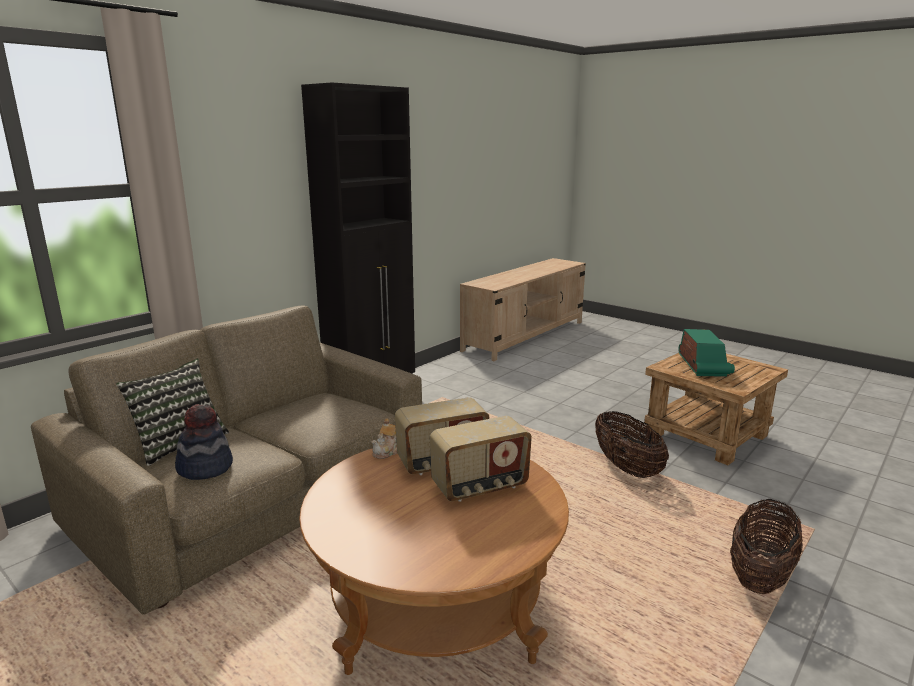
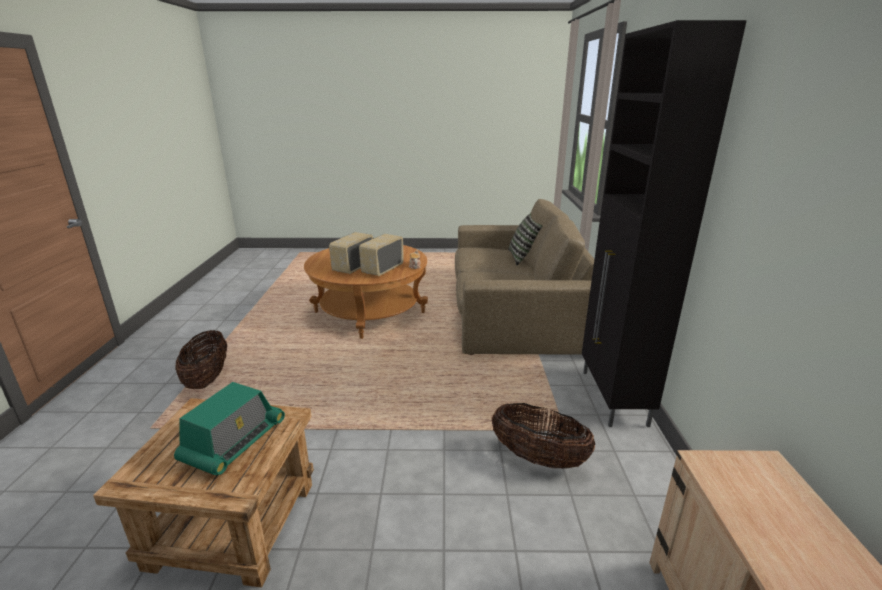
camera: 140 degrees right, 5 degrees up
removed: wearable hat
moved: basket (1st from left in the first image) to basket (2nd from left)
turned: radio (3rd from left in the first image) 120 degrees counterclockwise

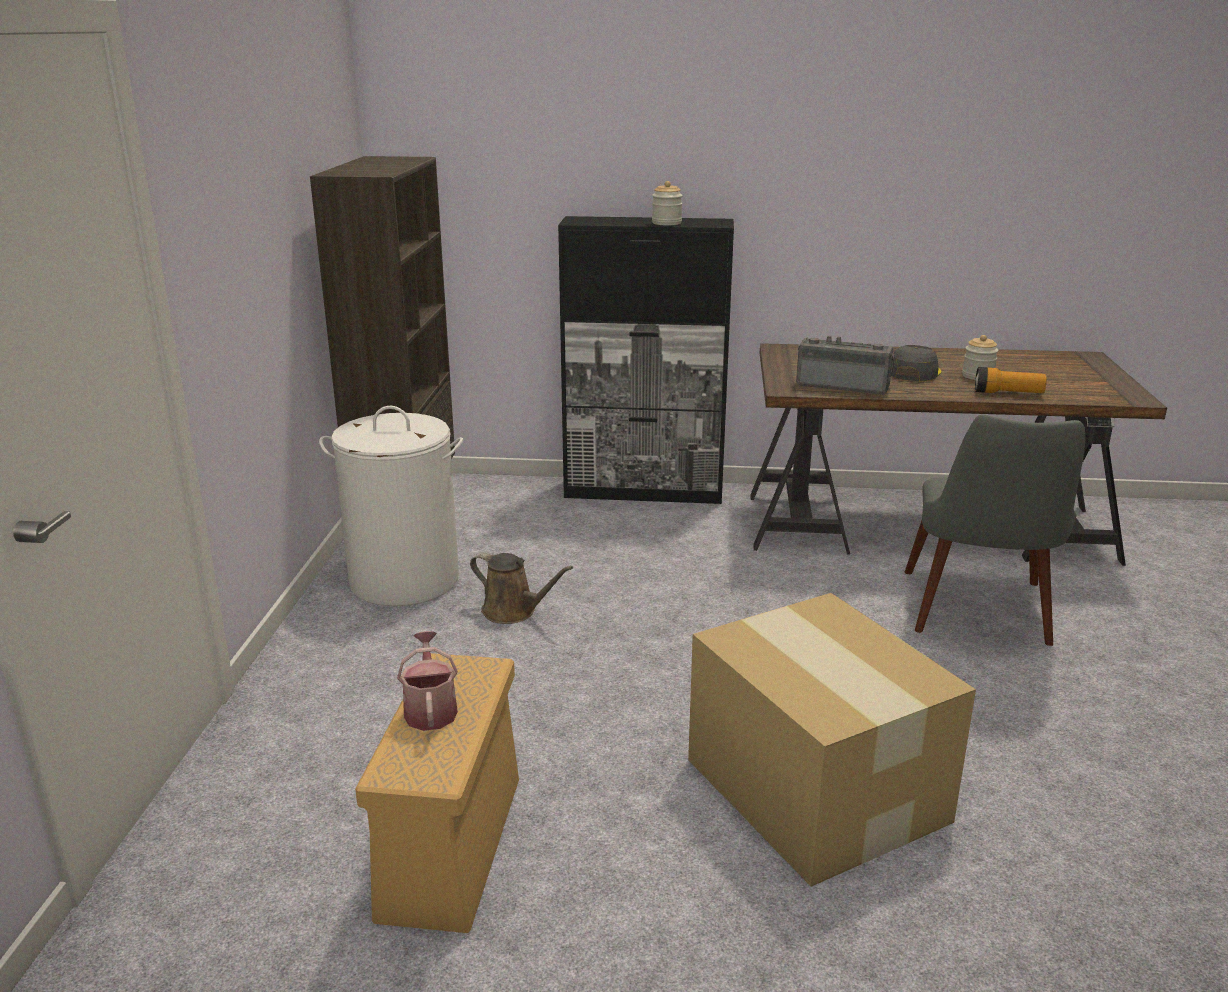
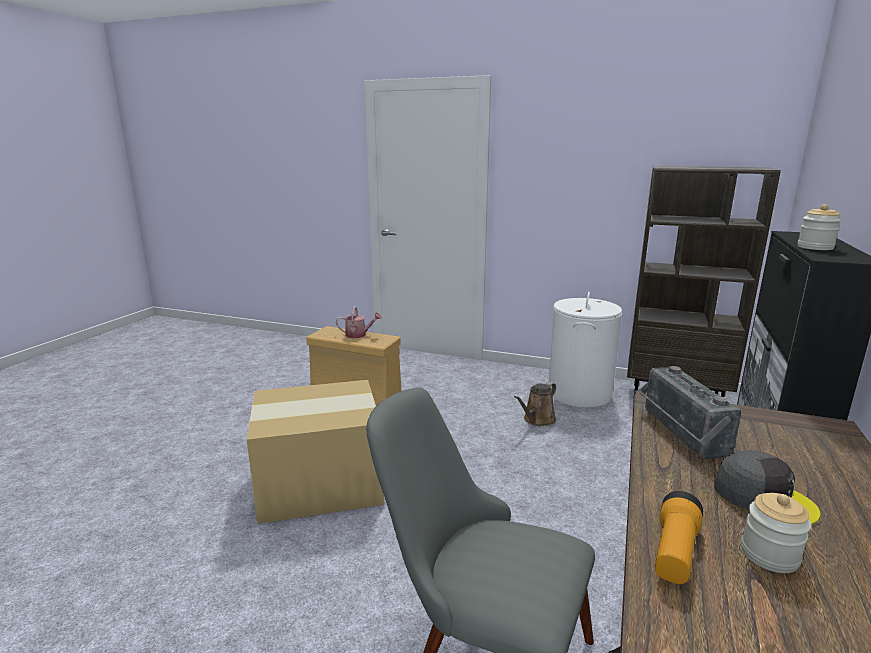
camera: 105 degrees right, 5 degrees down
turned: radio 135 degrees clockwise

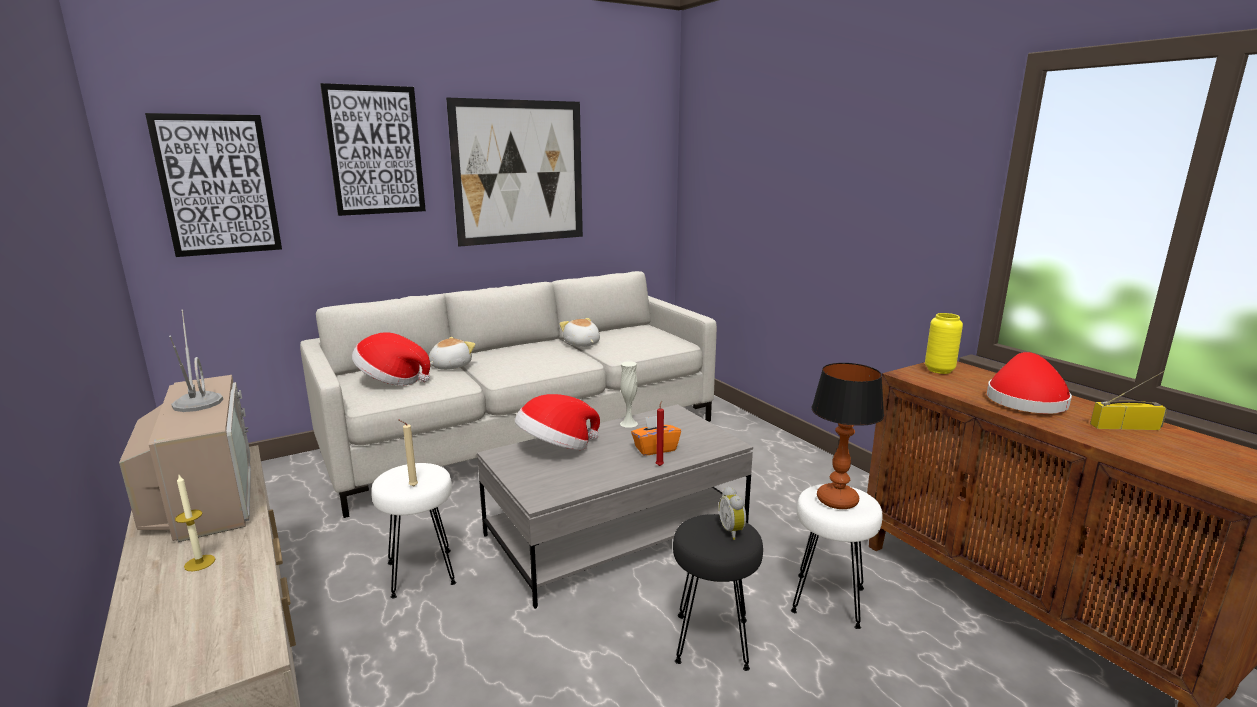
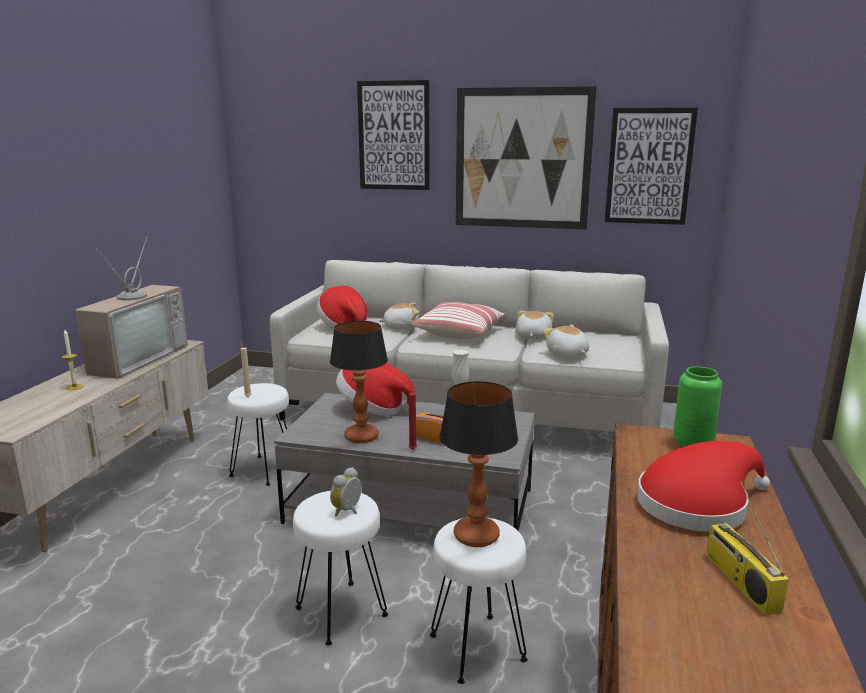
camera: 45 degrees right, 0 degrees up
added: cushion; tabletop lamp (1st from left); soft toy (3rd from left)
moved: wall art (1st from left in the first image) to wall art (3rd from left)
recoloured: decorative vase in yellowish to decorative vase in green; stool in black to stool in white-coloured (2nd from left)
turned: radio 150 degrees counterclockwise

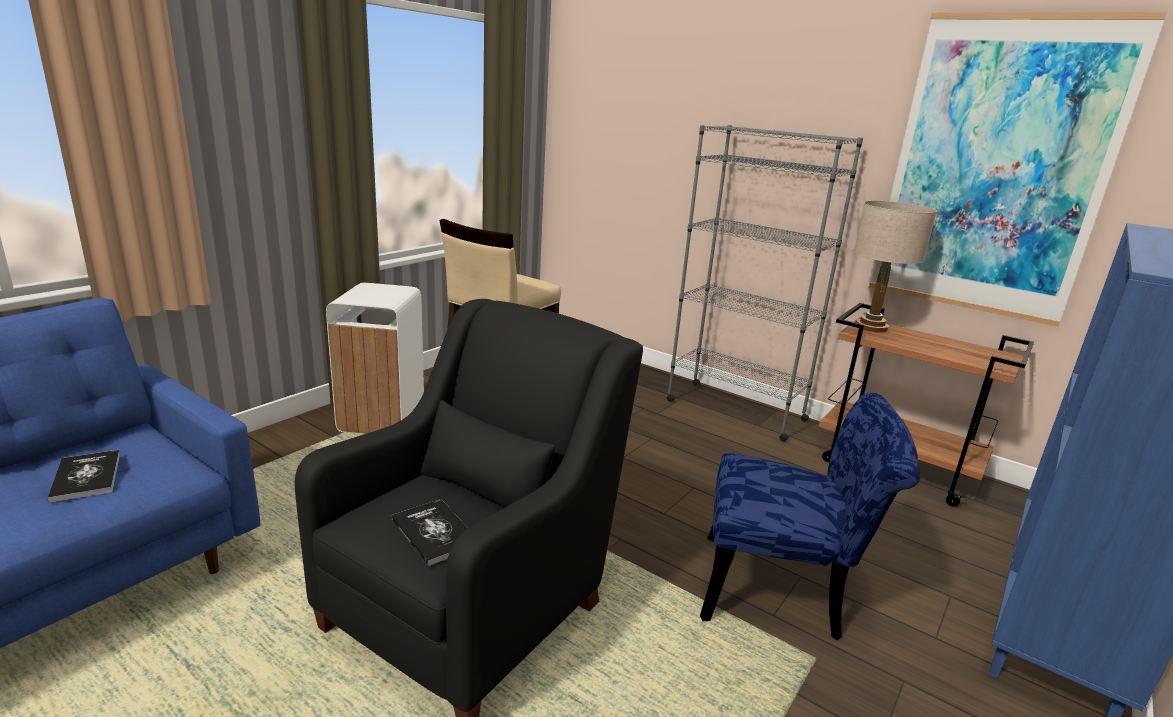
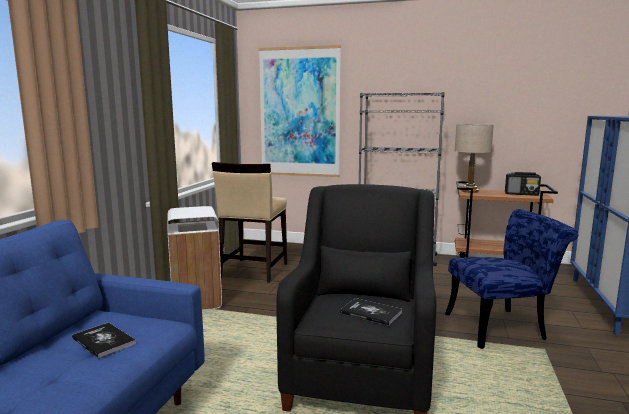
camera: 20 degrees left, 10 degrees down
added: radio
moved: wall art

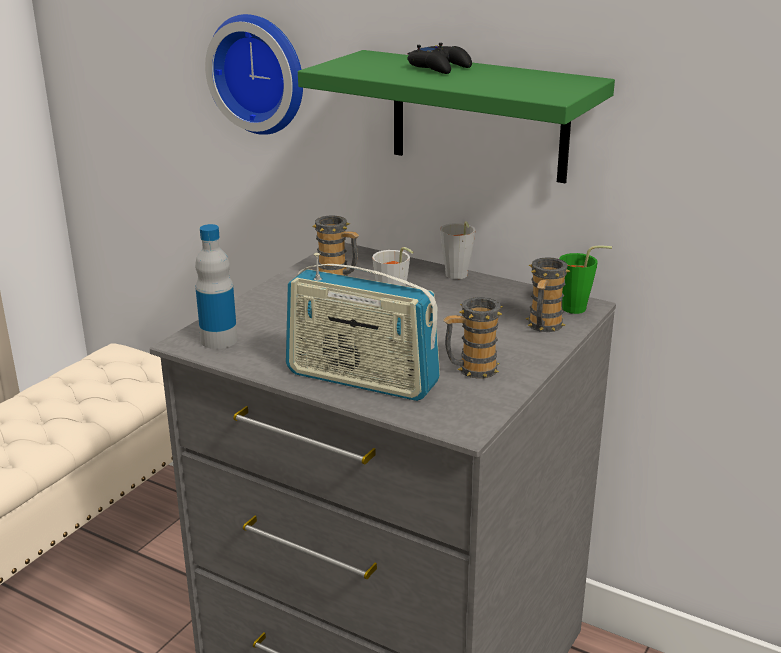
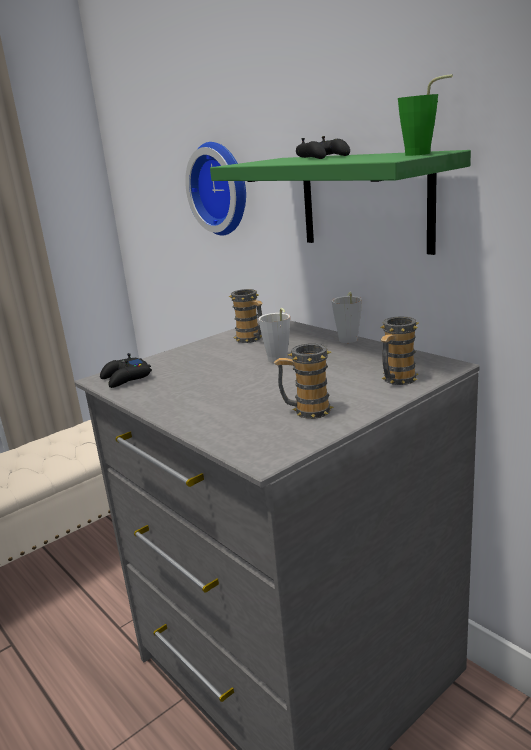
camera: 20 degrees right, 5 degrees down
removed: radio
moved: small cup in green
replaced: drink bottle to joypad in black (1st from left)

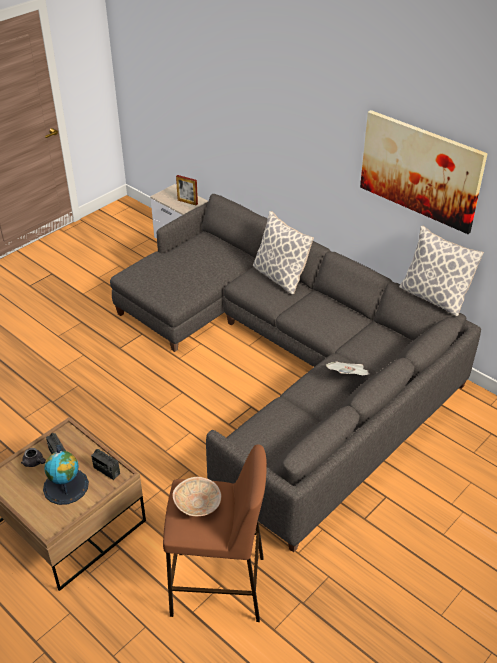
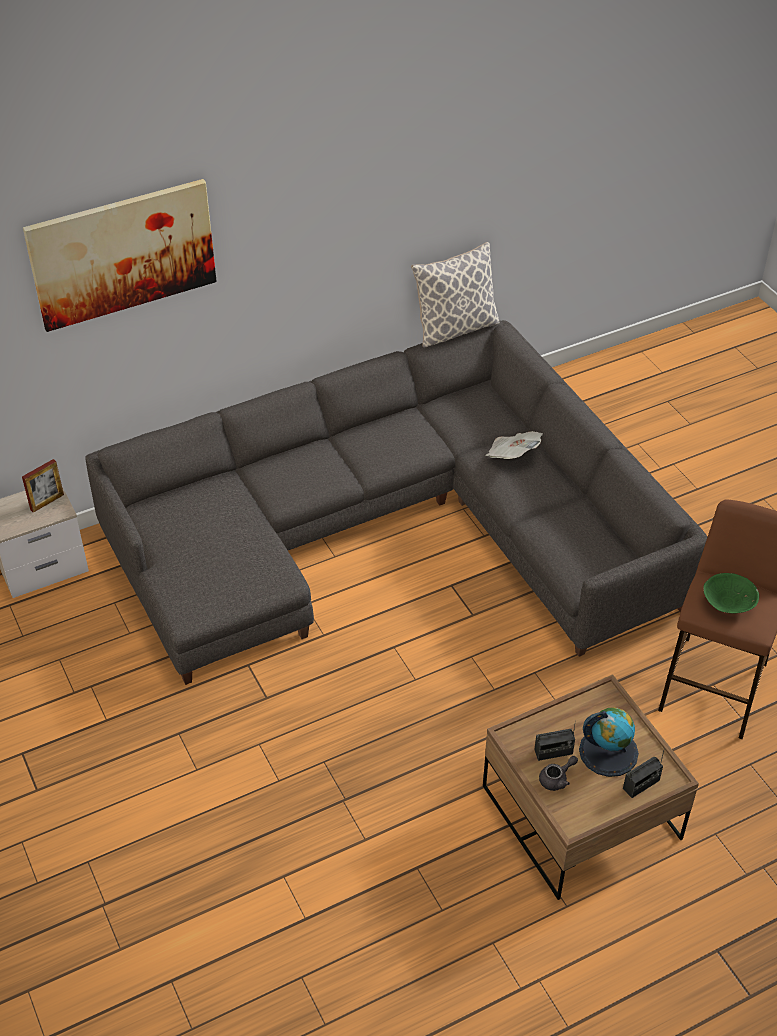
camera: 70 degrees left, 5 degrees up
removed: cushion (1st from left)
moved: wall art; radio (2nd from left)
recoloured: bowl in sand-coloured to bowl in green

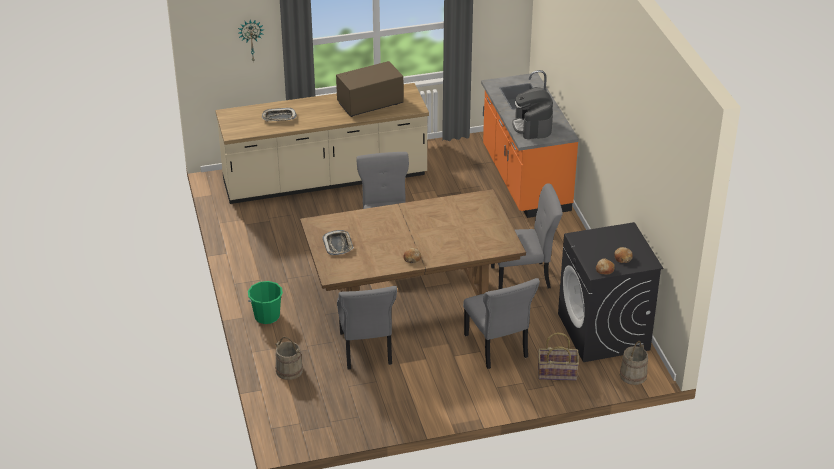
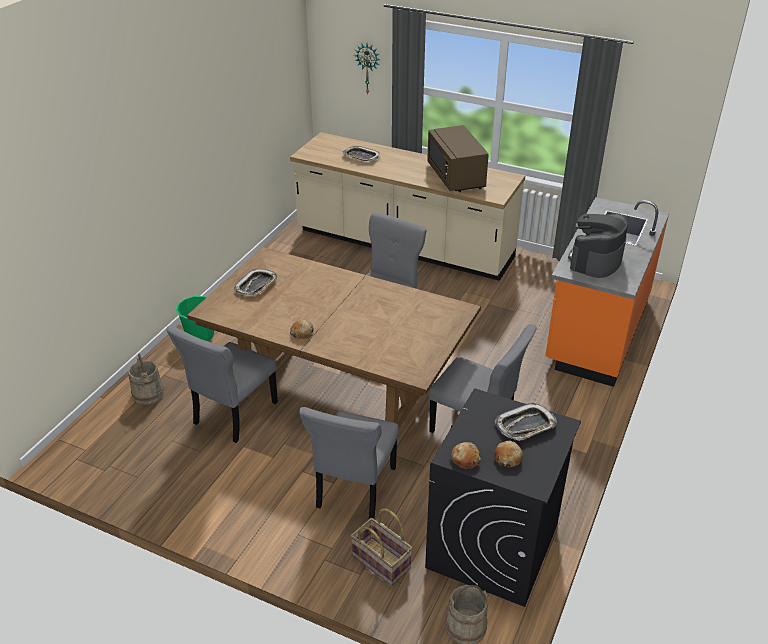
camera: 40 degrees right, 0 degrees up
added: carrying tray (3rd from left)
turned: microwave oven in brown-coloured 120 degrees counterclockwise

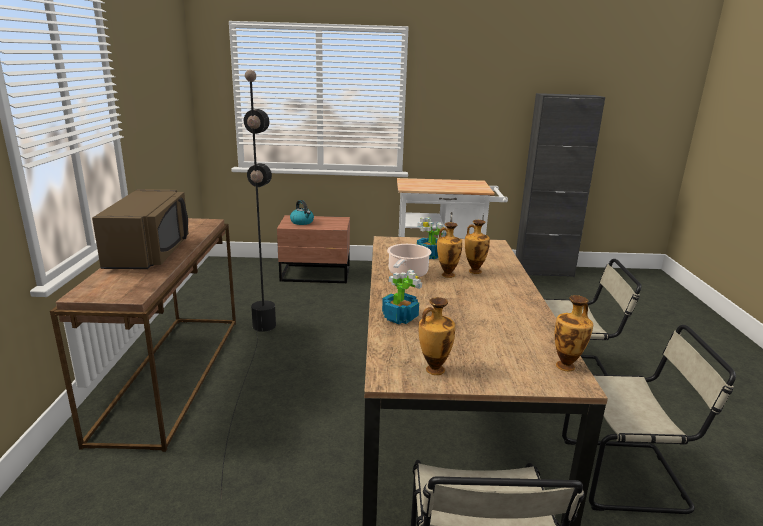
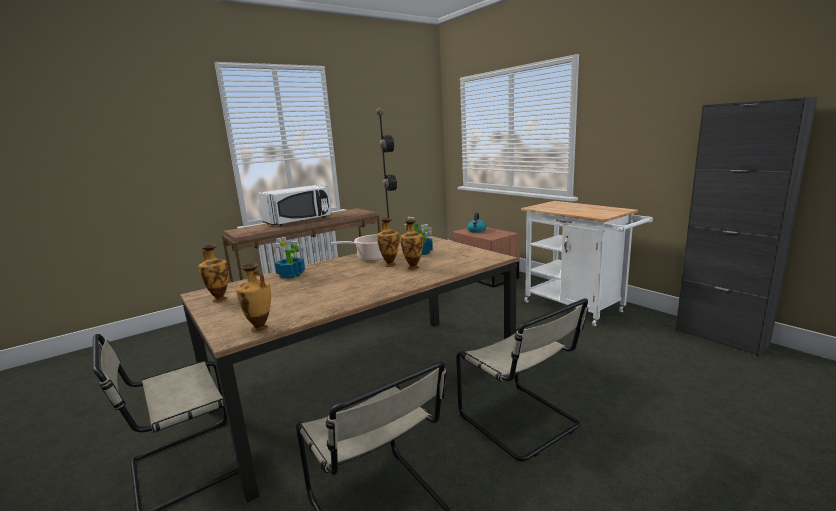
camera: 55 degrees right, 5 degrees down
recoloured: microwave oven in brown-coloured to microwave oven in white-coloured

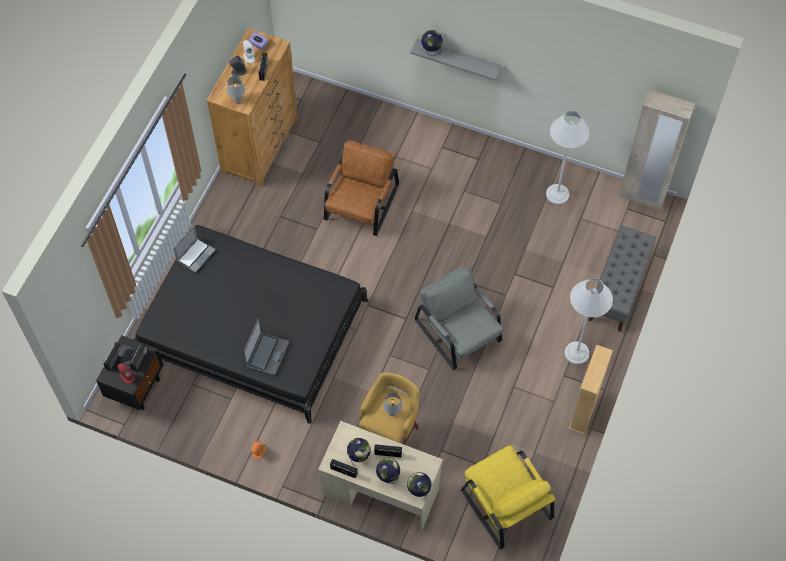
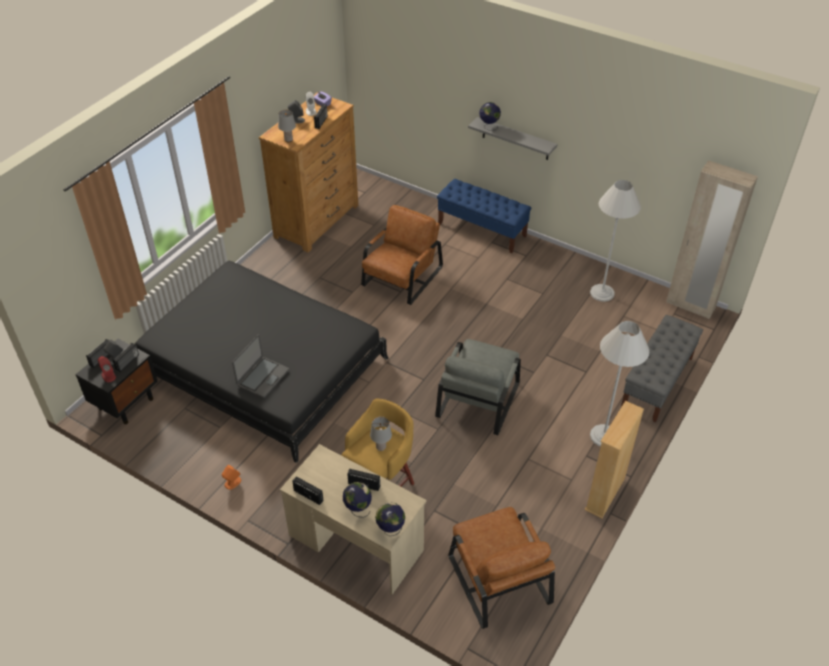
camera: 10 degrees right, 15 degrees down
removed: notebook computer (1st from left); world globe (1st from left)
added: bench in bluish
recoloured: lounge chair in yellowish to lounge chair in brown-coloured (2nd from left)
turned: lounge chair in grey 135 degrees counterclockwise

